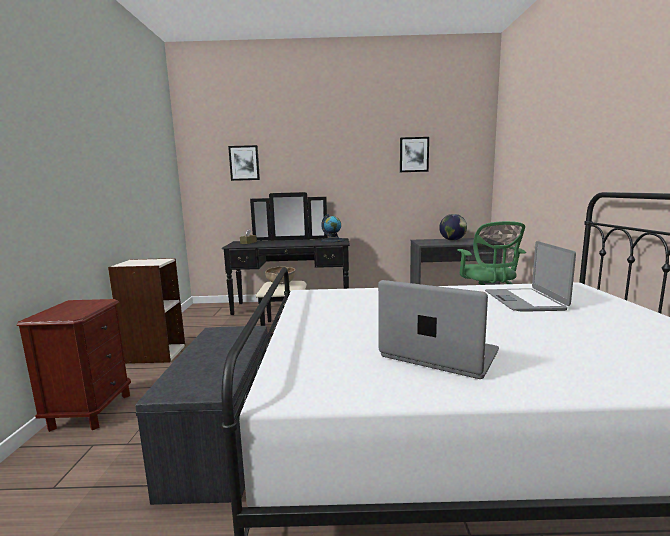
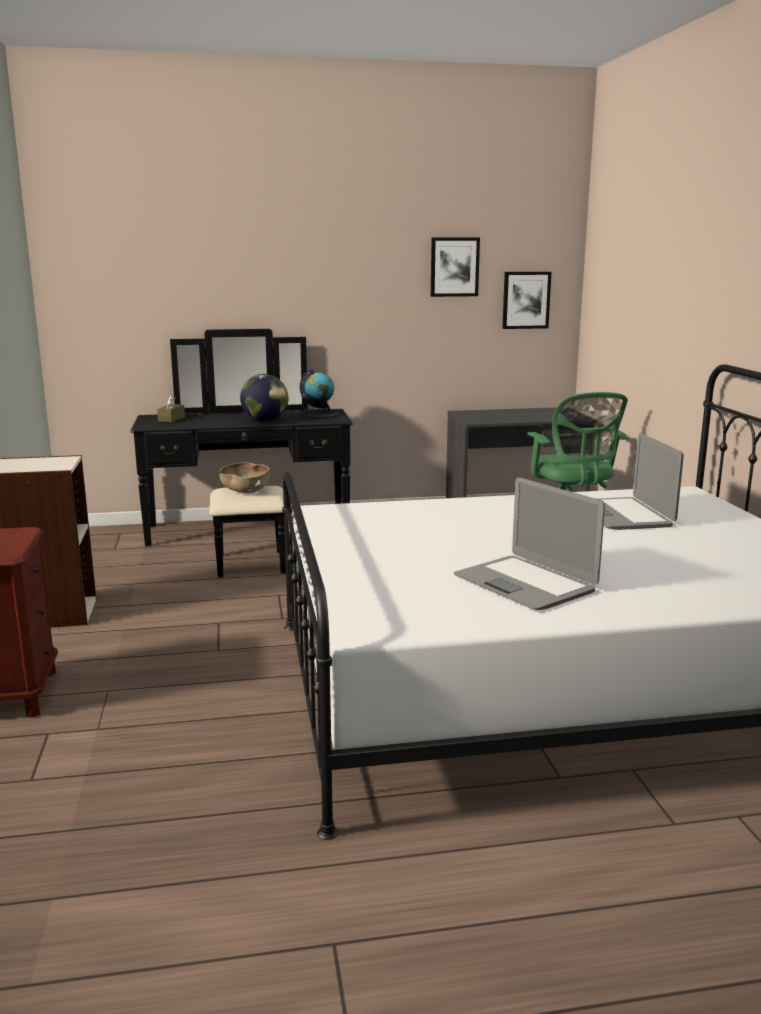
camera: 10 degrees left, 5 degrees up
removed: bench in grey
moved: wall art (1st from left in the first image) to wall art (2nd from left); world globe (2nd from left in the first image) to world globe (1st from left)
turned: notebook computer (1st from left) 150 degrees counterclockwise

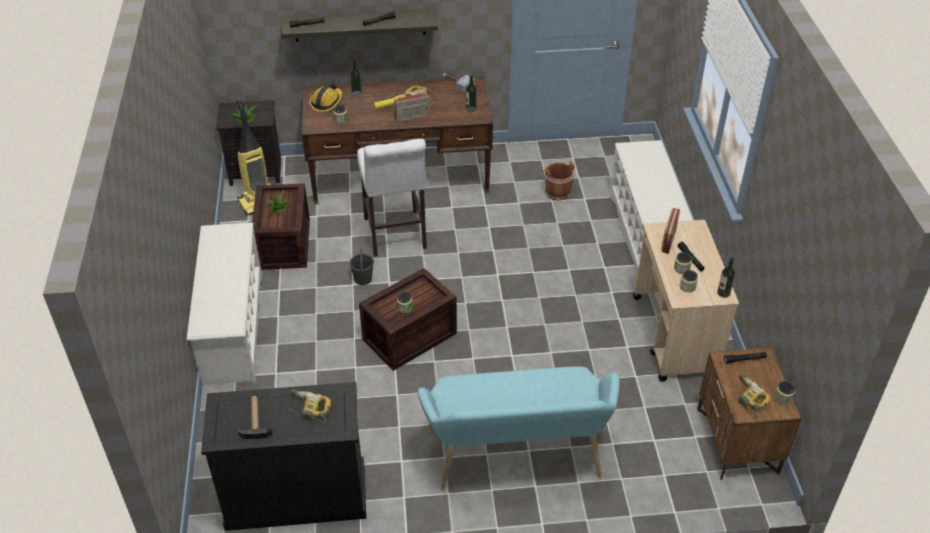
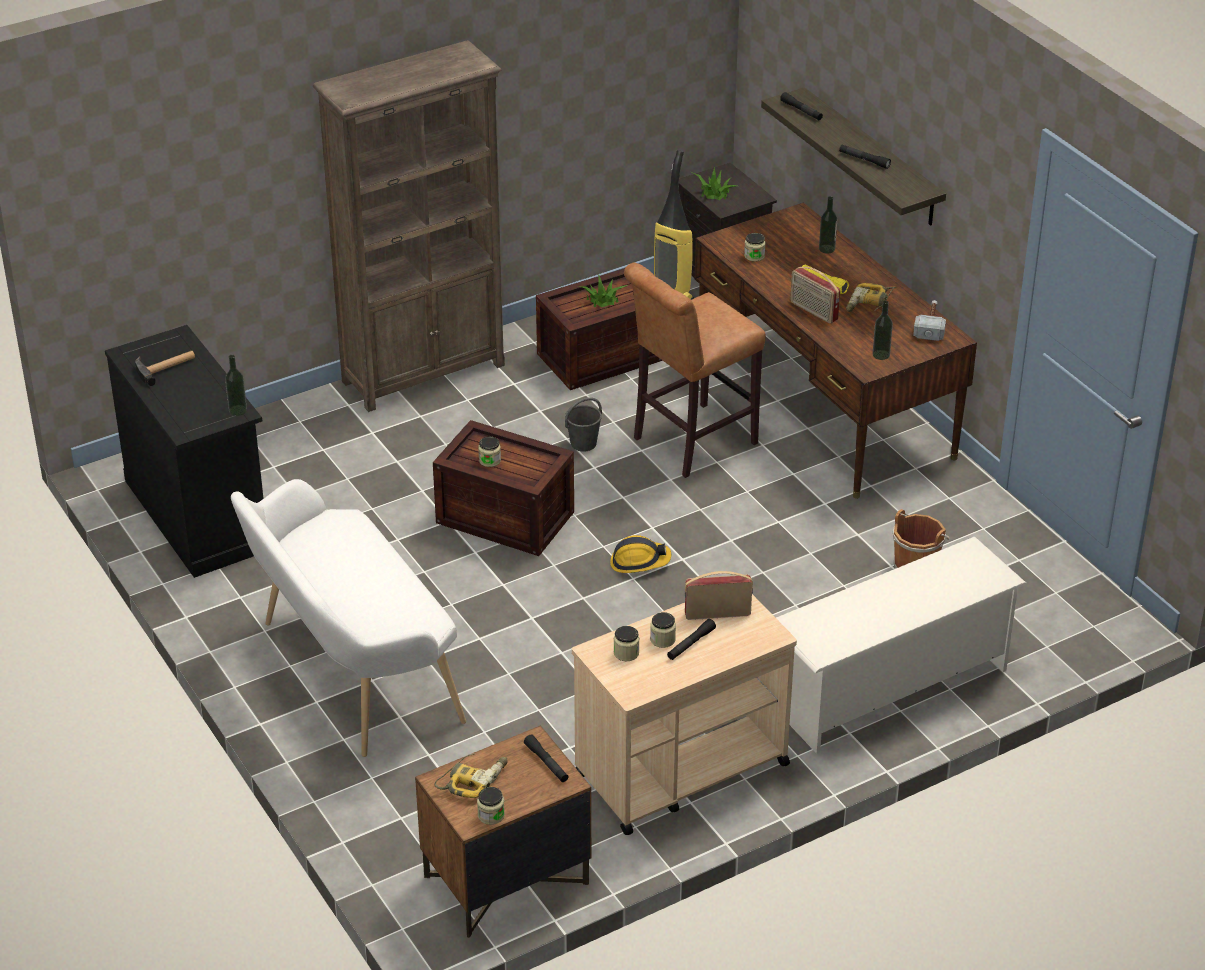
camera: 65 degrees right, 5 degrees down
removed: electric drill (1st from left)
moved: work helmet; drink bottle (3rd from left in the first image) to drink bottle (1st from left)
replaced: shoe shelf in white-coloured (1st from left) to bookshelf in brown-coloured
recoloured: stool in white-coloured to stool in brown-coloured; bench in turquoise-coloured to bench in white-coloured

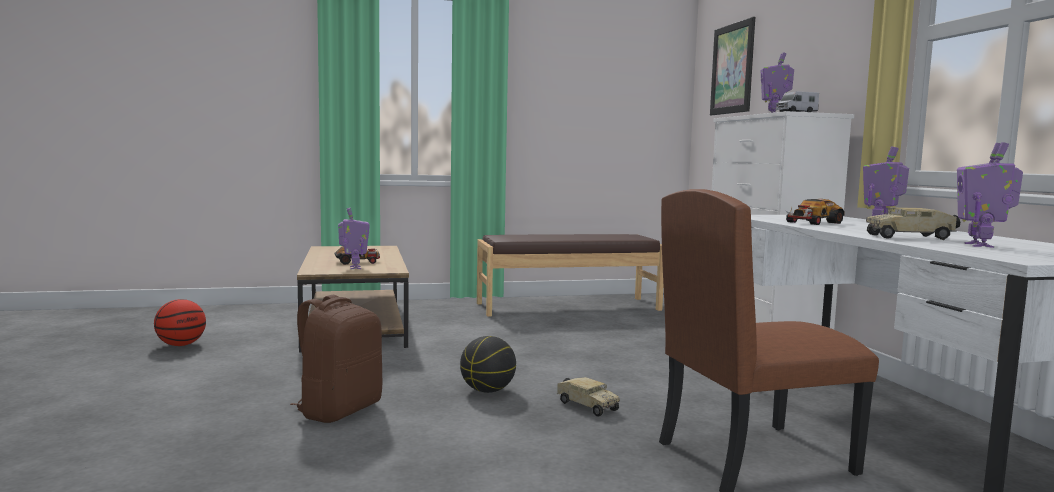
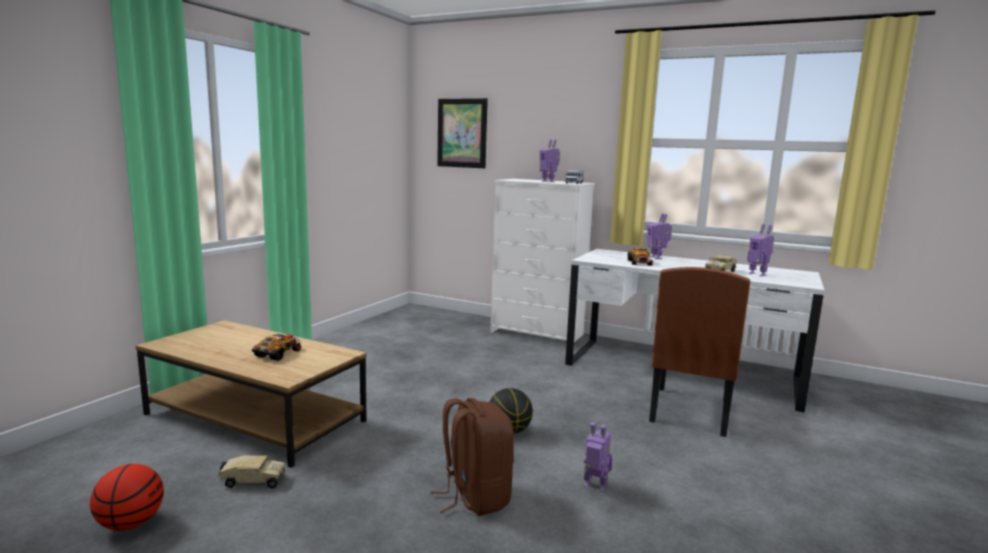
camera: 50 degrees left, 5 degrees up
removed: bench in brown-coloured
moved: toy robot (1st from left in the first image) to toy robot (2nd from left); model truck (1st from left)

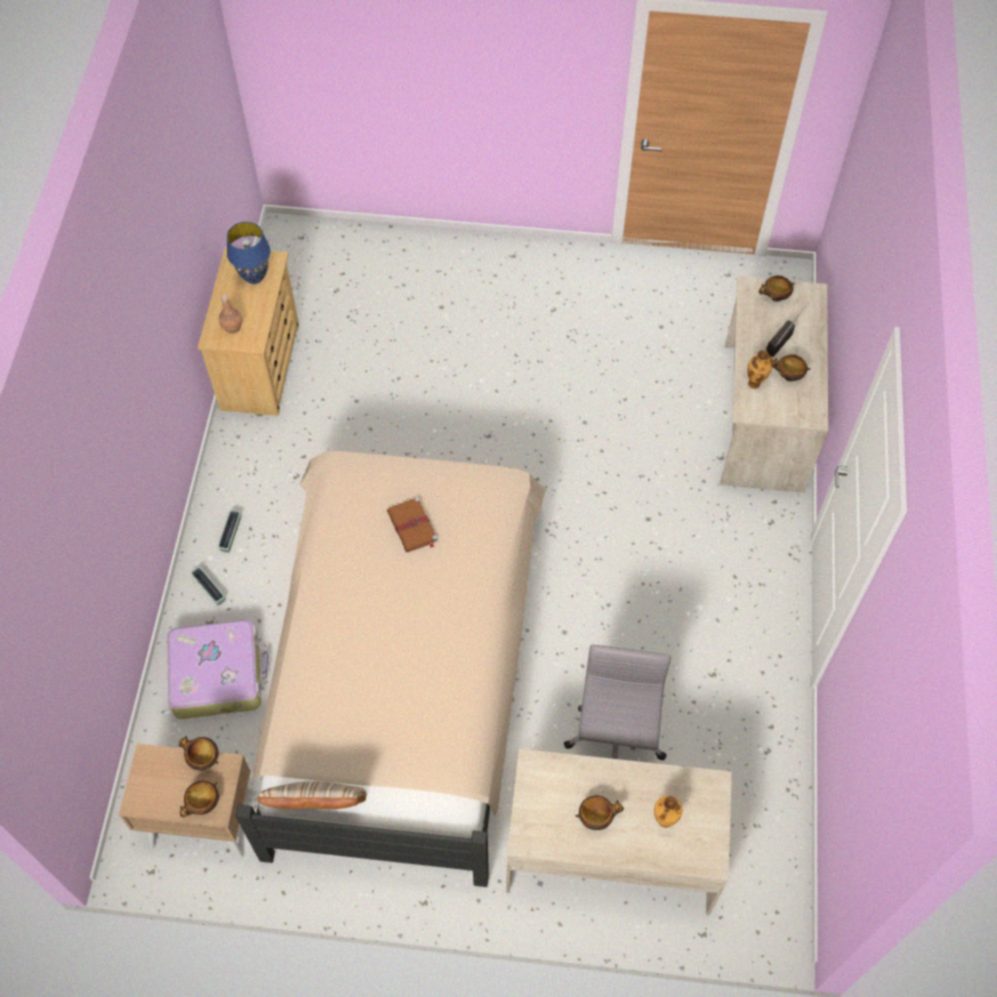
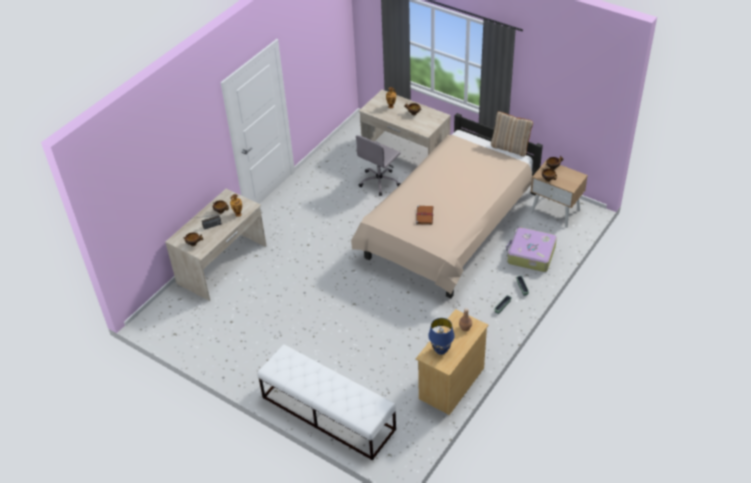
camera: 150 degrees left, 15 degrees down
added: bench in white-coloured

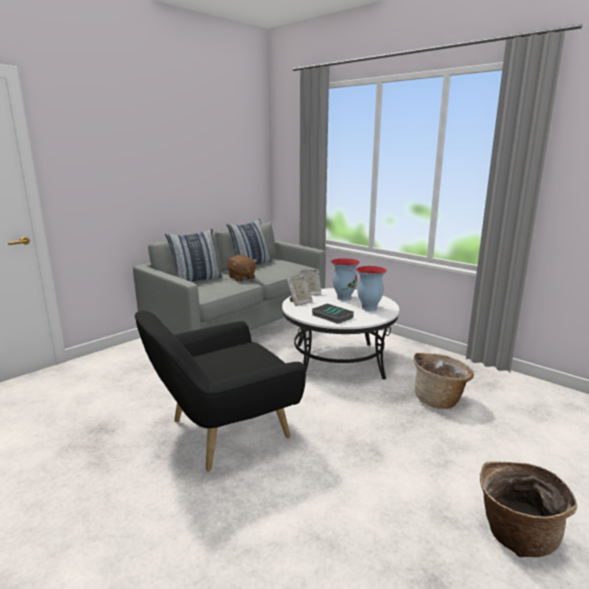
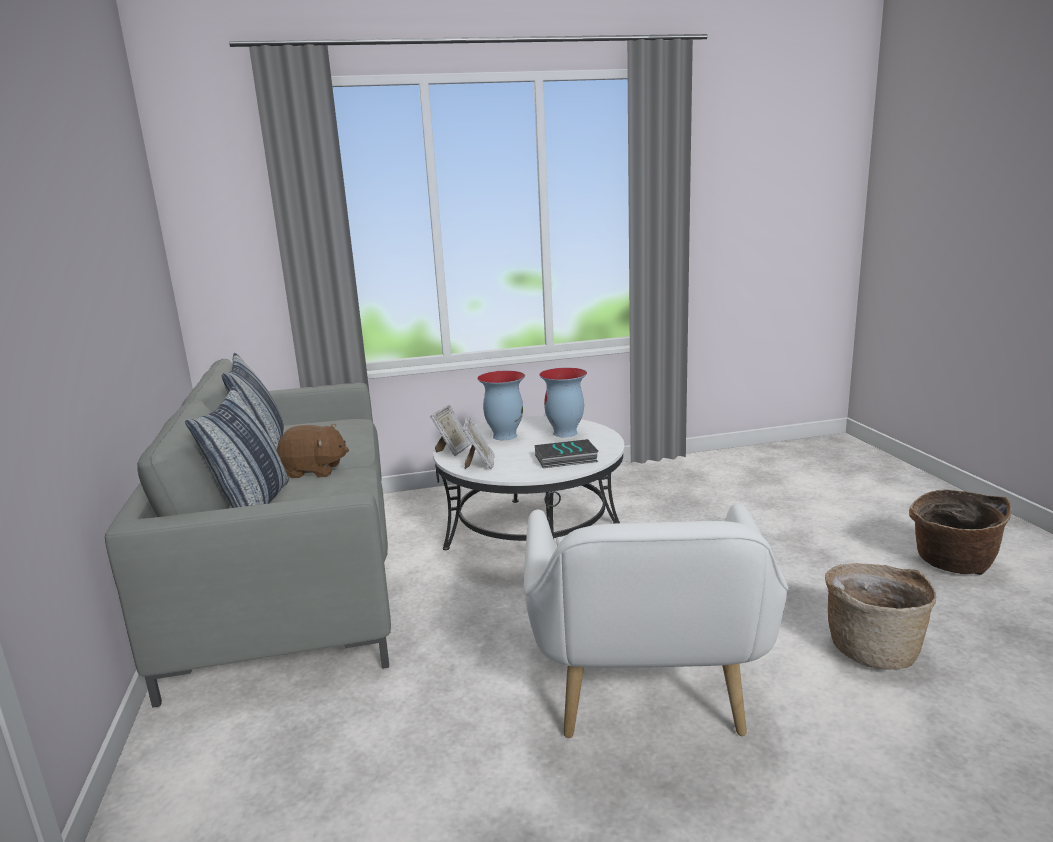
camera: 55 degrees left, 0 degrees up
moved: basket (1st from left)
recoloured: lounge chair in black to lounge chair in white-coloured

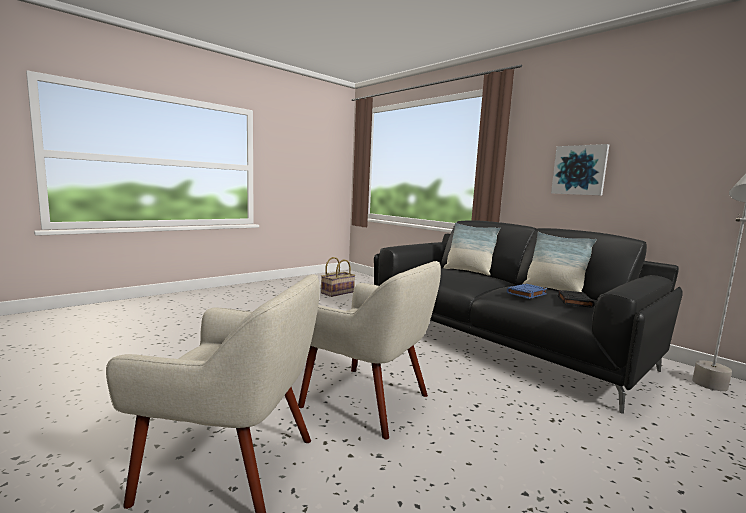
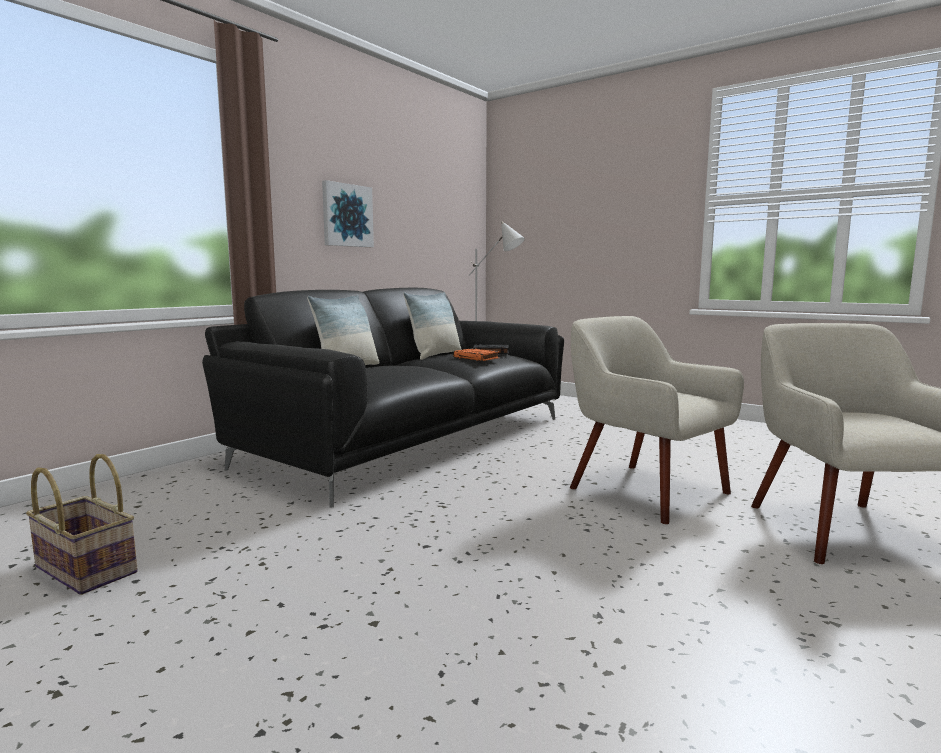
camera: 100 degrees left, 0 degrees up
recoloured: book in bluish to book in orange
turned: lounge chair in sand-coloured (2nd from left in the first image) 60 degrees counterclockwise

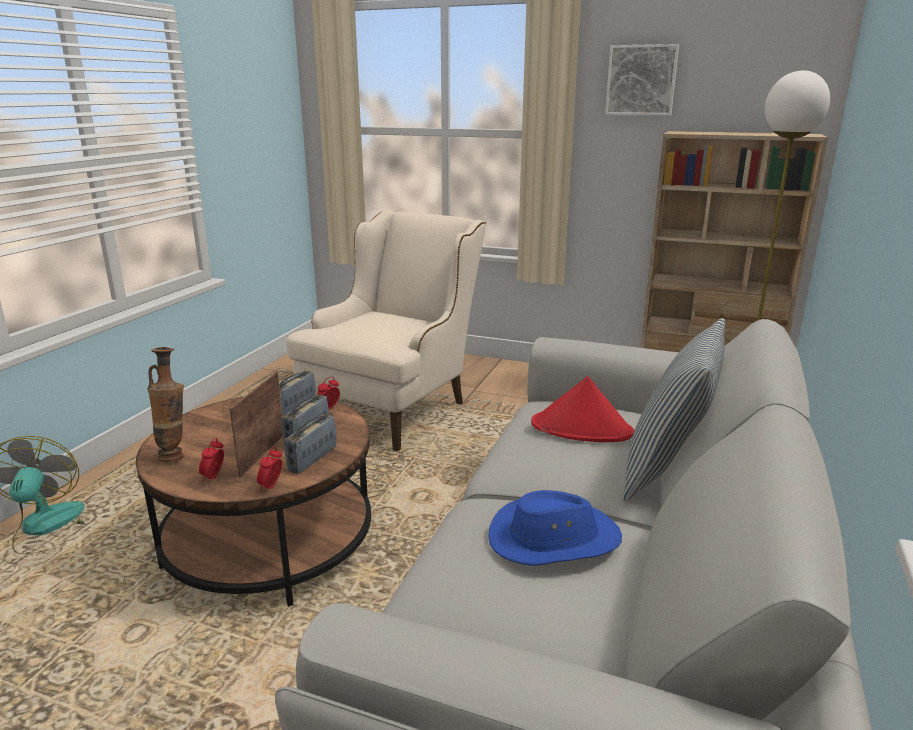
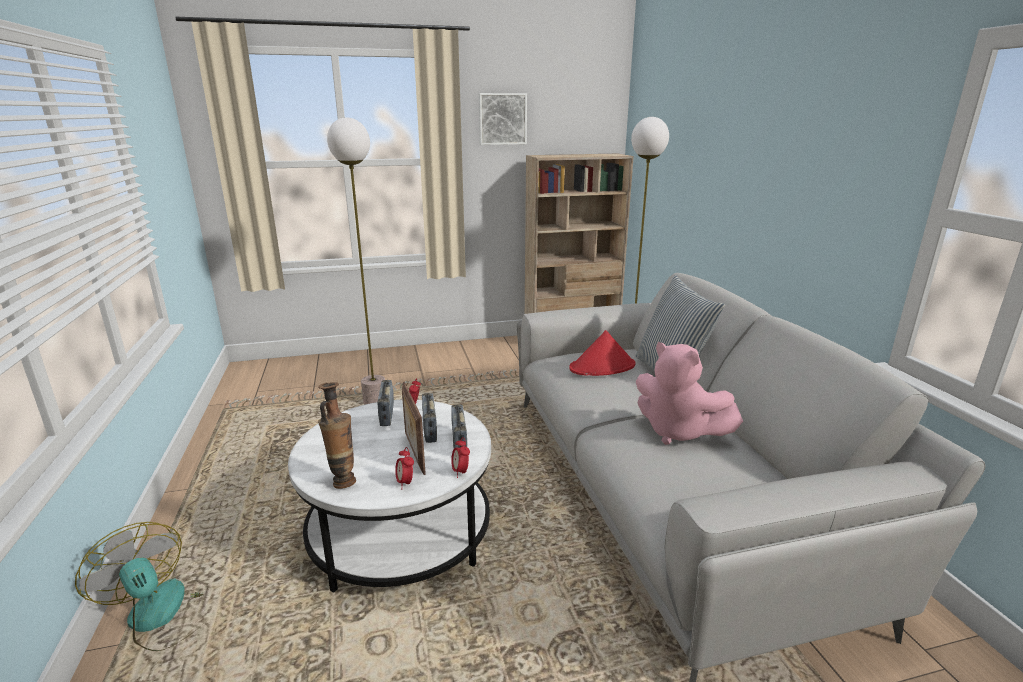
camera: 35 degrees left, 0 degrees up
replaced: lounge chair in sand-coloured to standing lamp (1st from left); wearable hat in bluish to soft toy in pinkish
recoloured: lounge table in brown-coloured to lounge table in white-coloured

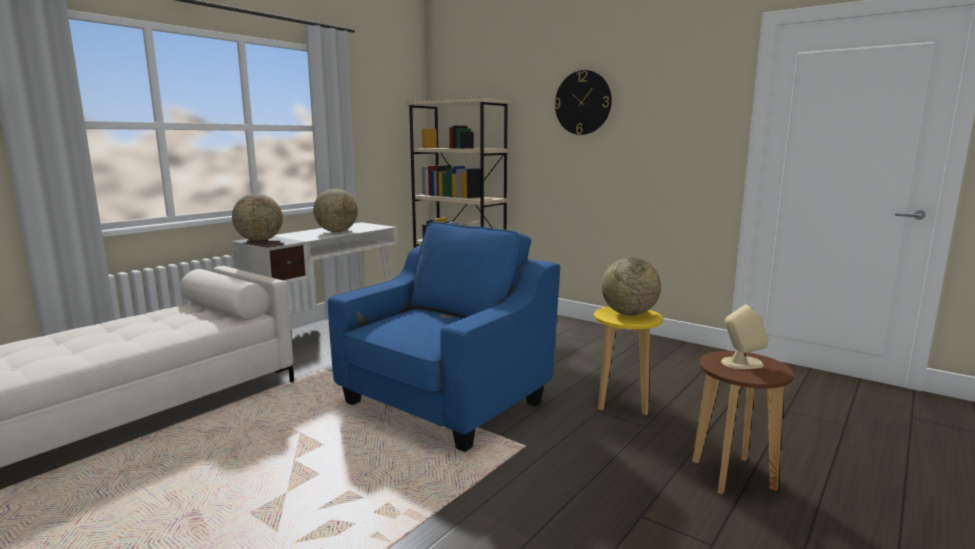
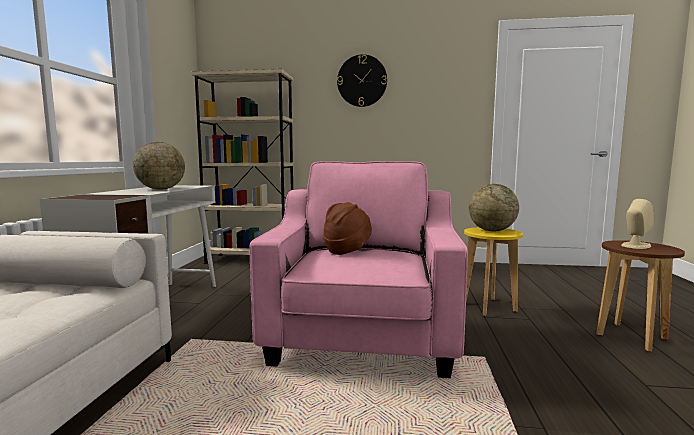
camera: 30 degrees left, 5 degrees down
removed: world globe (1st from left)
added: wearable hat in brown-coloured
recoloured: lounge chair in bluish to lounge chair in pinkish

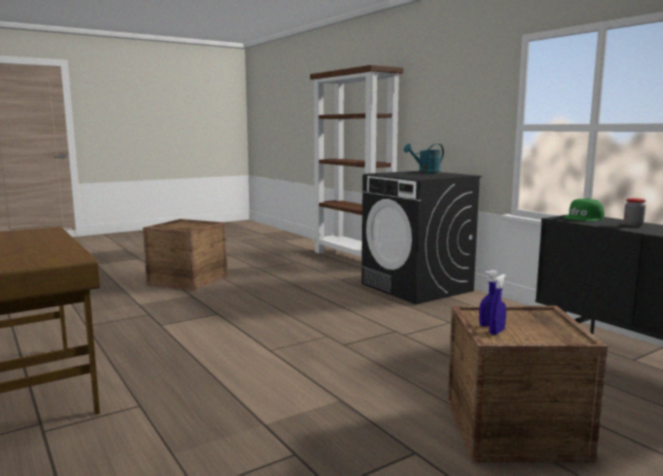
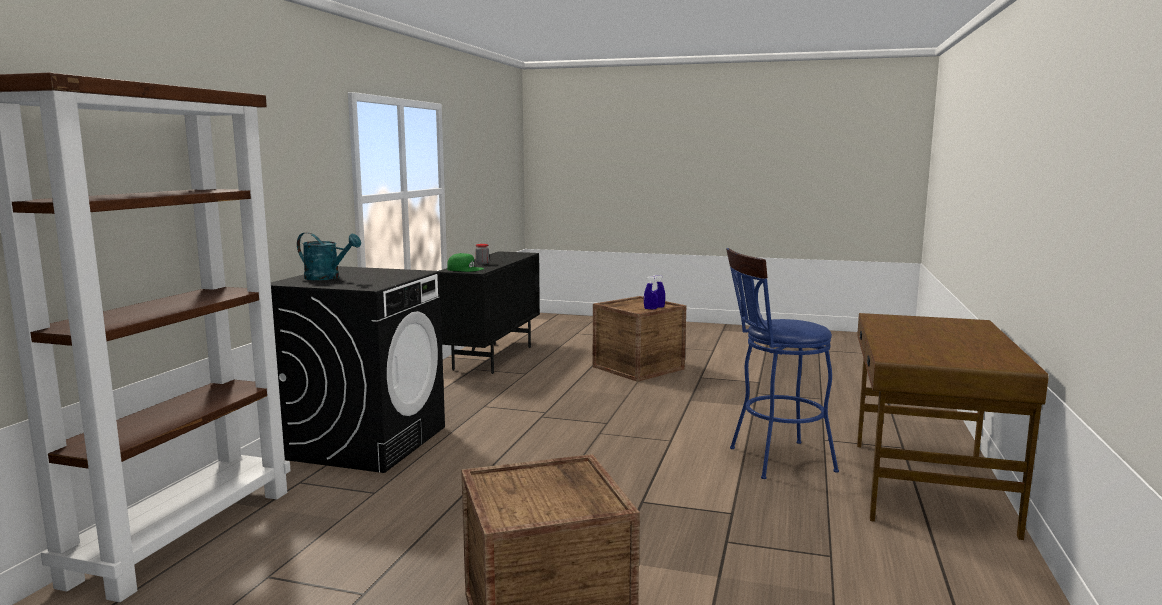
camera: 130 degrees left, 0 degrees up
added: stool in bluish

